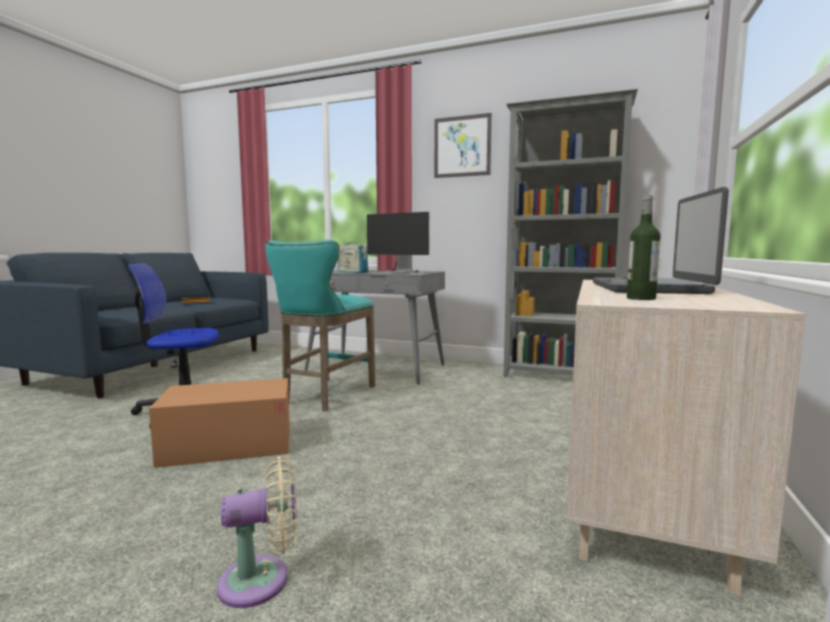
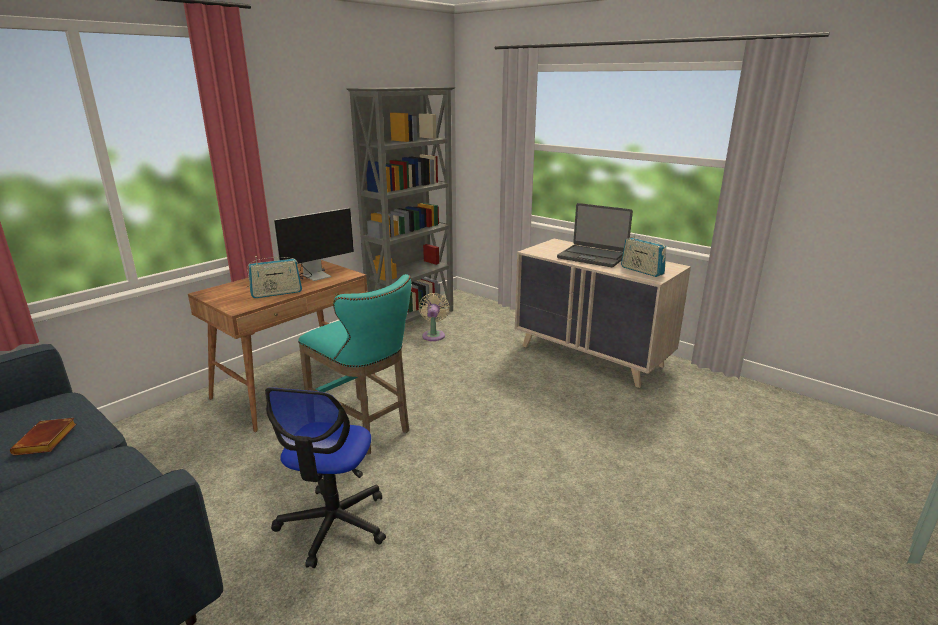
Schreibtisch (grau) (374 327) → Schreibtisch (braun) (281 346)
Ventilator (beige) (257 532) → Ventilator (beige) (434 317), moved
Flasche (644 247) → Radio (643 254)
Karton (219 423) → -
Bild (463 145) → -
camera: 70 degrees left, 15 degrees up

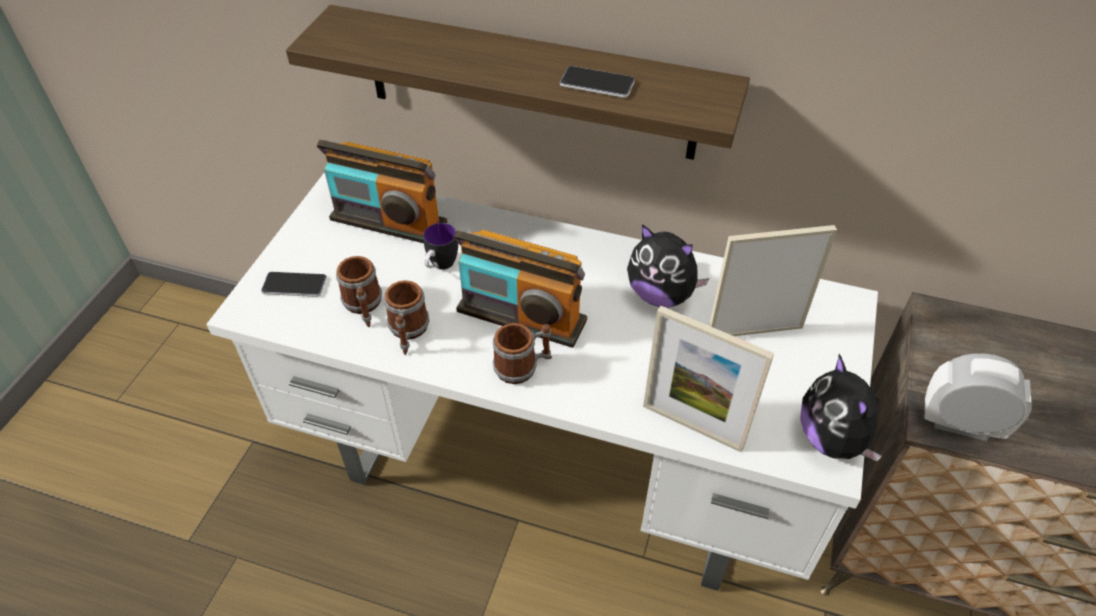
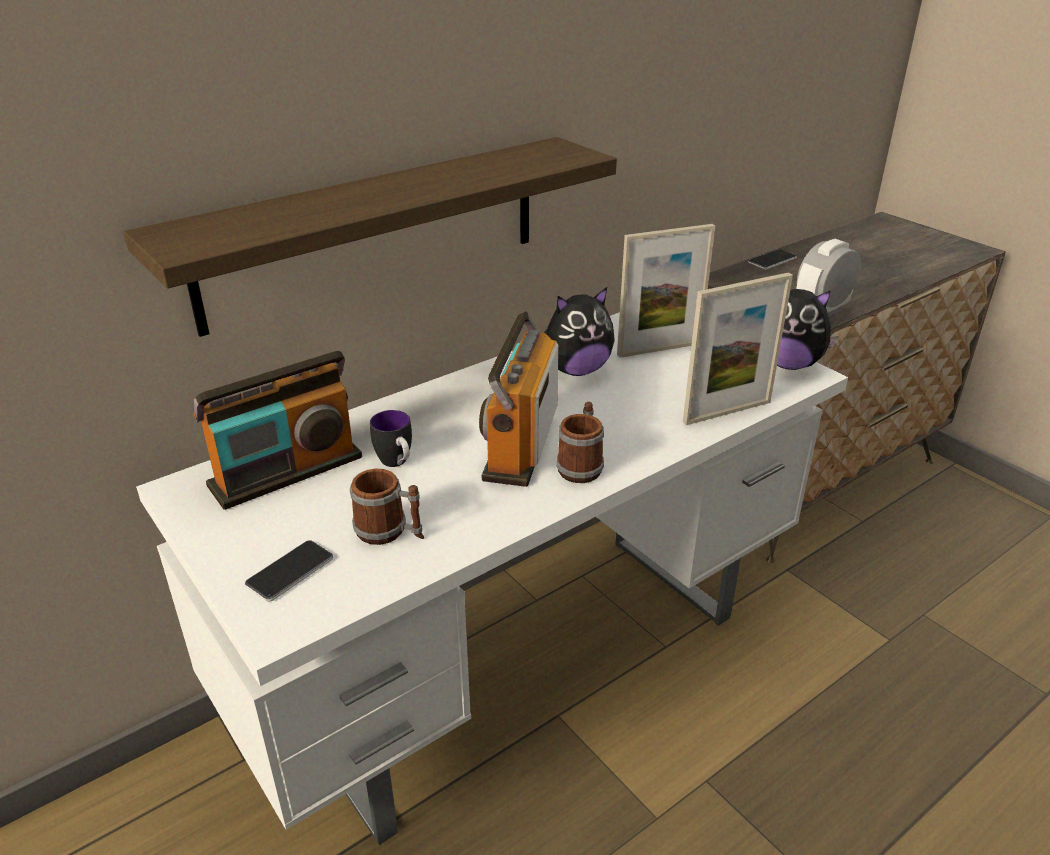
Radio (520 289) → Radio (519 399), 135 degrees clockwise
Bilderrahmen (773 280) → Bilderrahmen (666 291), 135 degrees counterclockwise
Handy (597 82) → Handy (772 259), moved
Henkelbecher (406 317) → -
camera: 55 degrees left, 15 degrees down

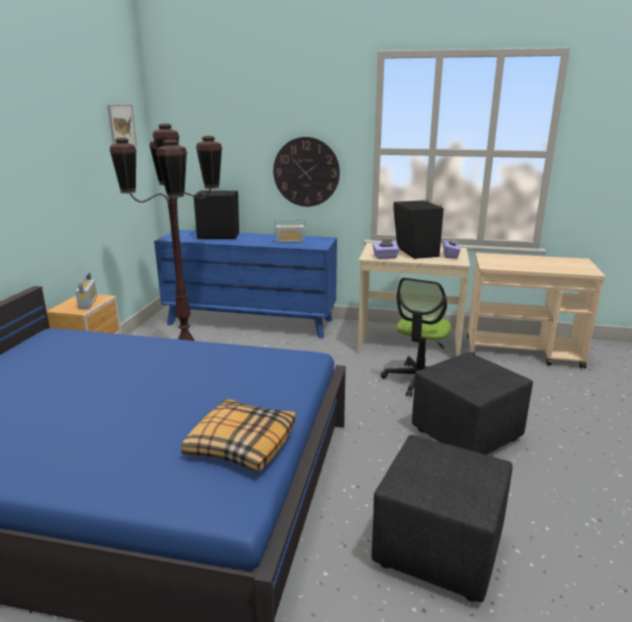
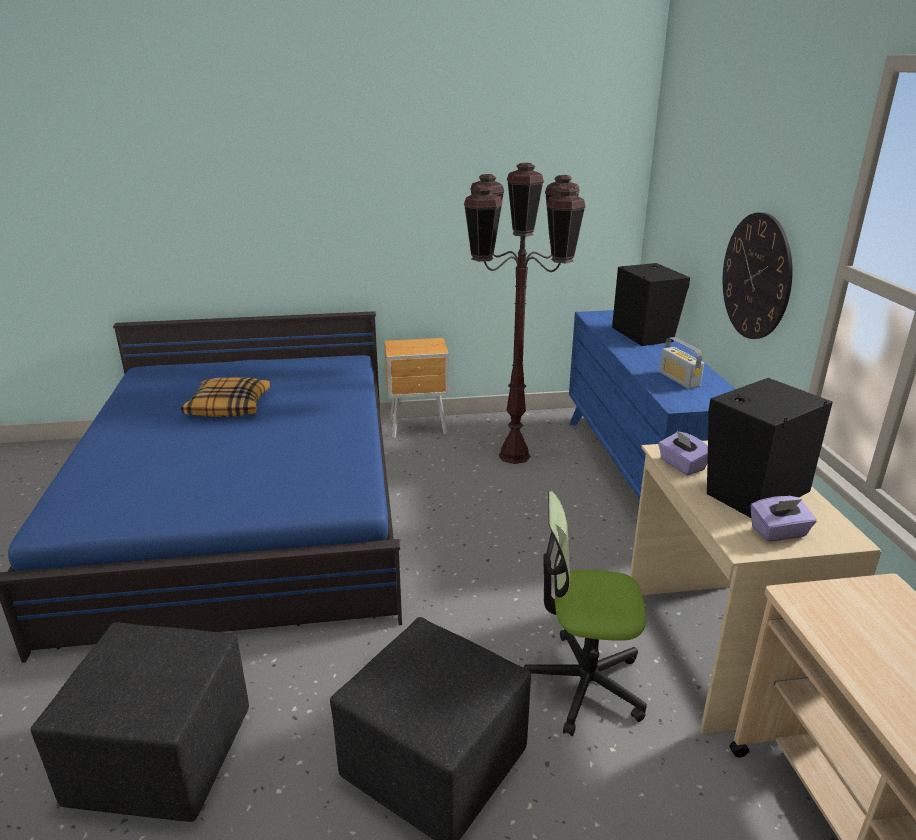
Kissen (238 435) → Kissen (226 397), moved
Radio (86 290) → -
Bild (122 126) → -
camera: 70 degrees right, 5 degrees up

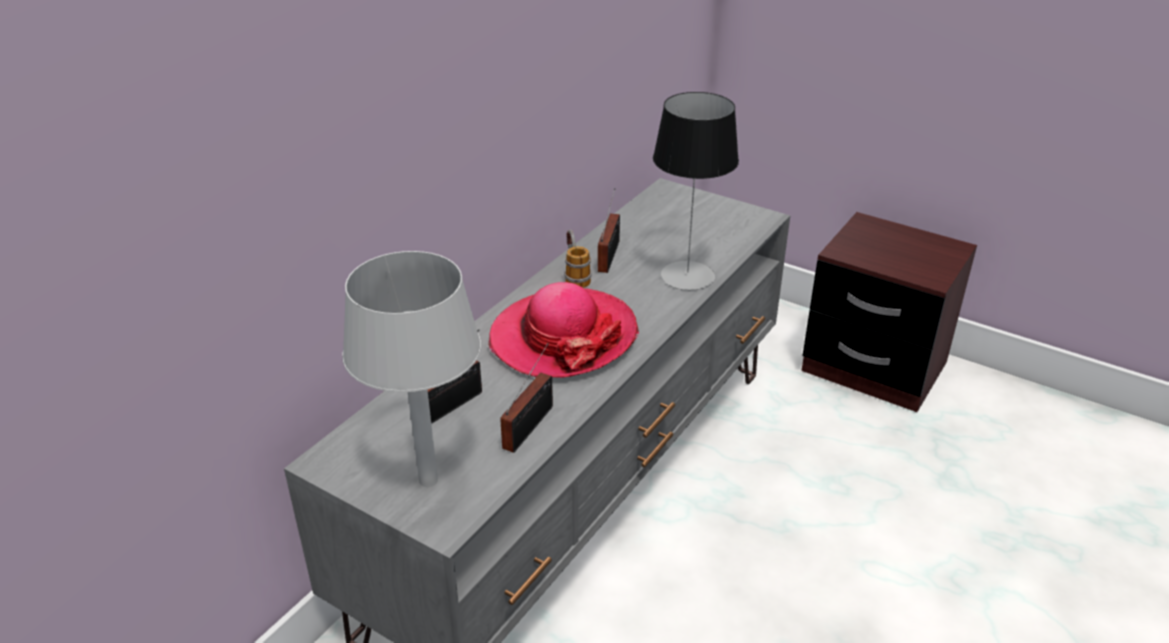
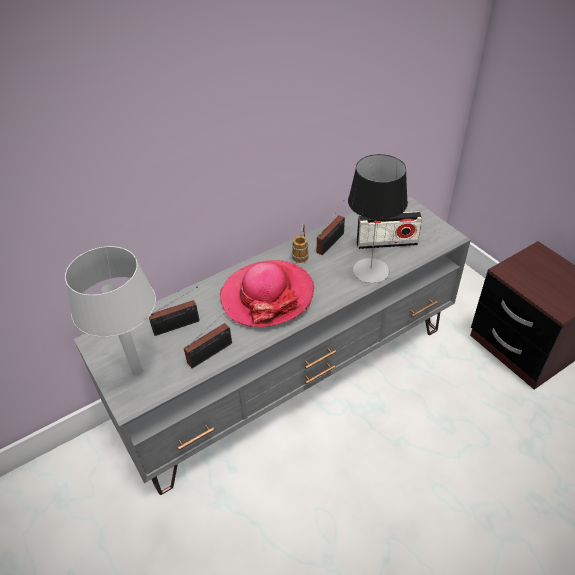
- → Radio (389 230)
camera: 25 degrees right, 10 degrees up

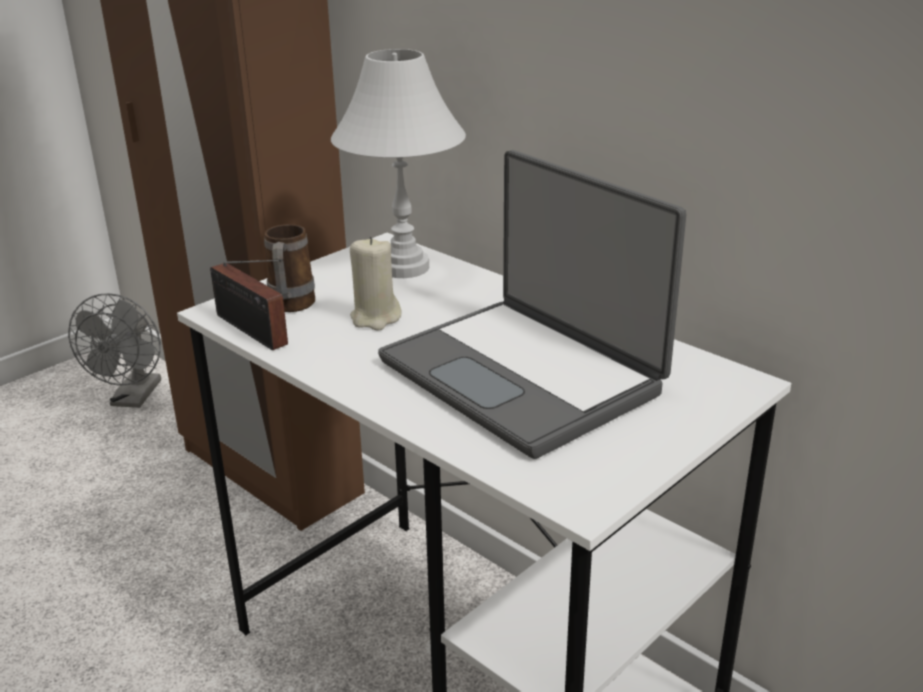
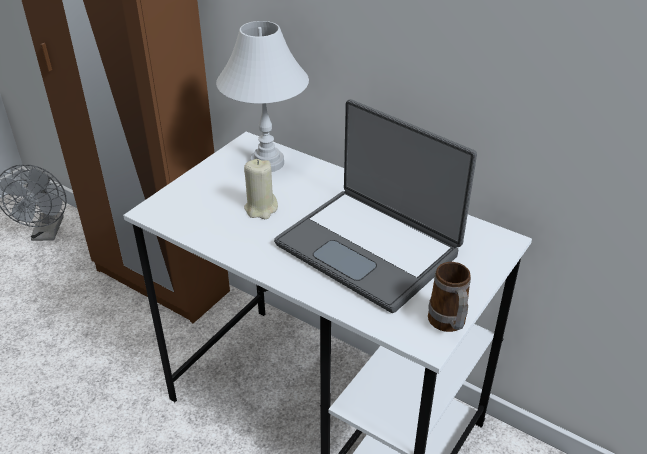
Henkelbecher (289 268) → Henkelbecher (449 297), moved
Radio (249 304) → -
camera: 10 degrees left, 10 degrees up

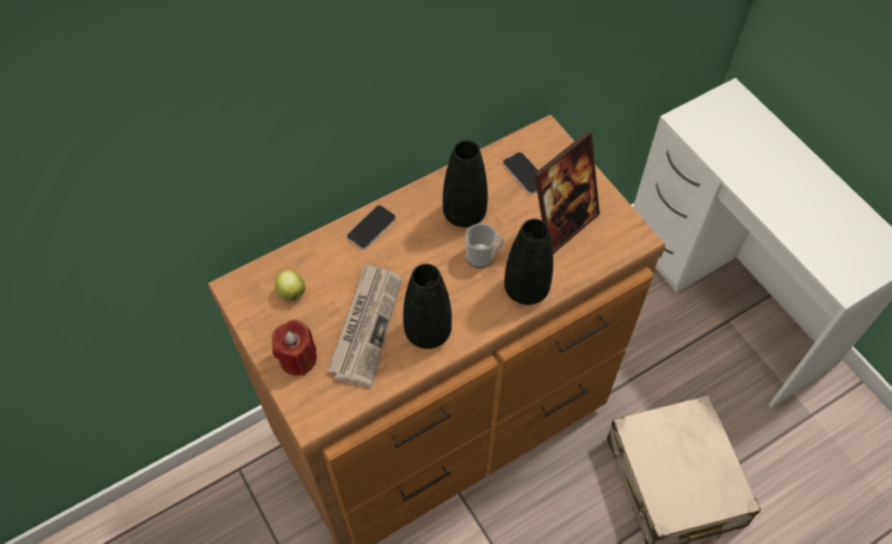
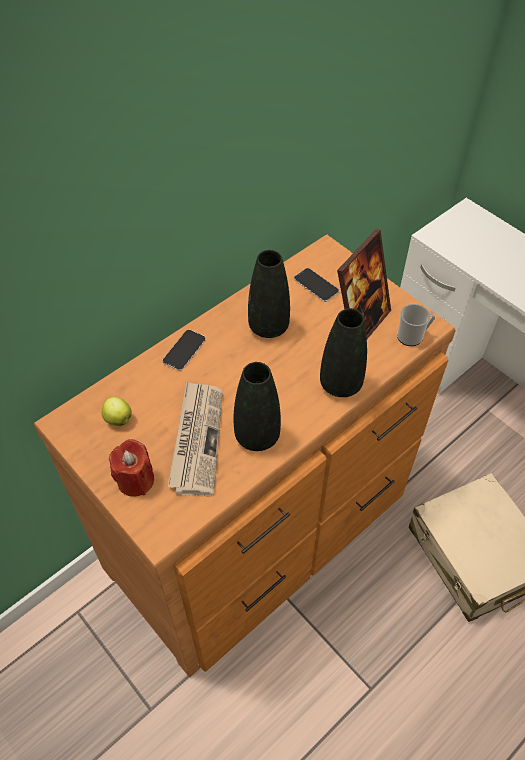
Henkelbecher (484 245) → Henkelbecher (416 325), moved
camera: 10 degrees left, 5 degrees down

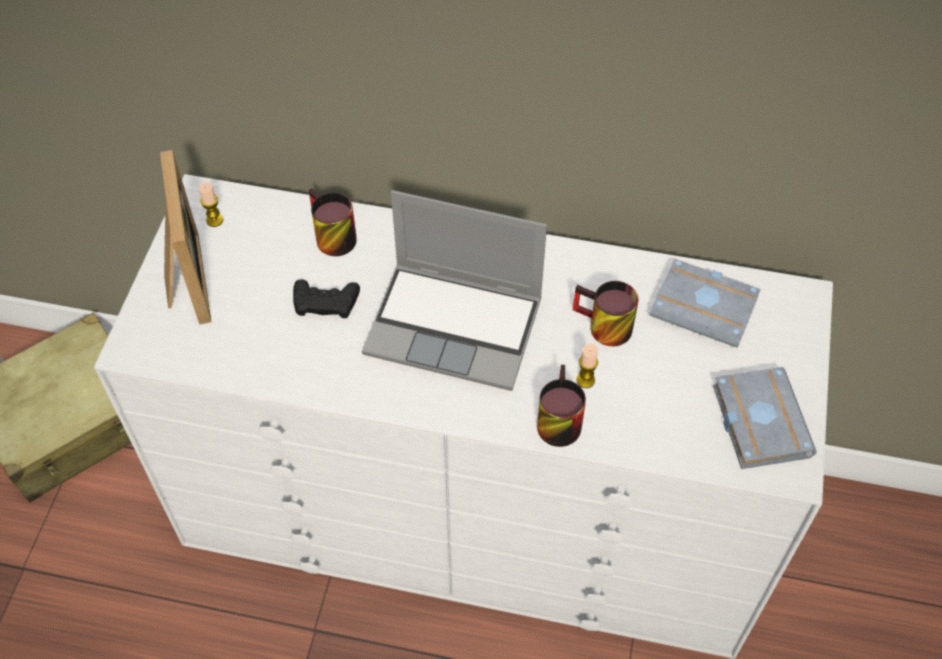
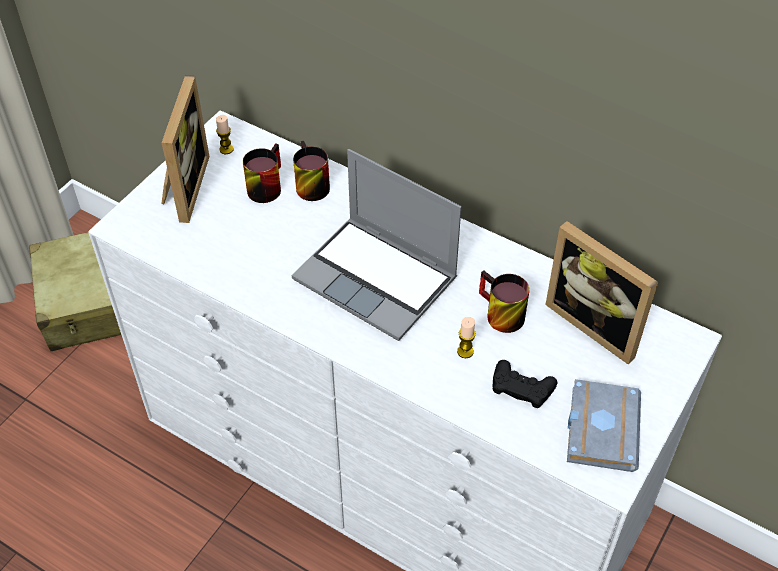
Henkelbecher (561 406) → Henkelbecher (262 173), moved
Gamepad (schwarz) (326 298) → Gamepad (schwarz) (525 384), moved
Buch (grau) (705 303) → Bilderrahmen (601 292)
camera: 20 degrees right, 5 degrees down

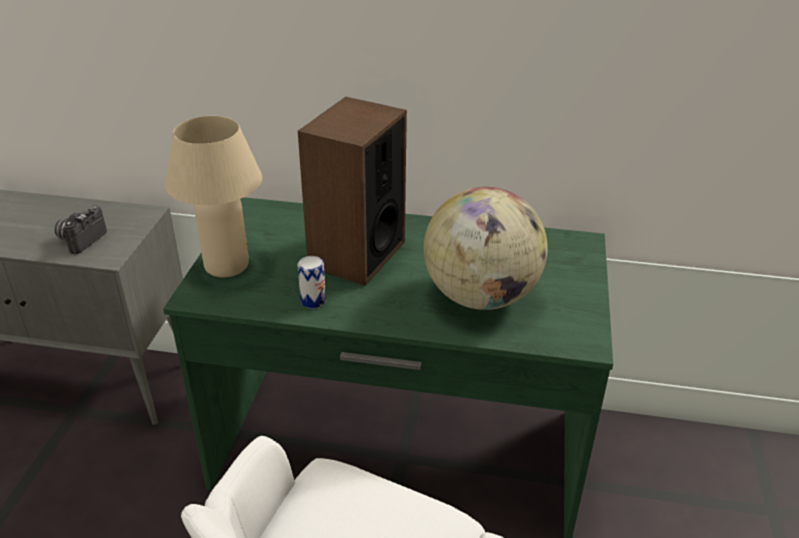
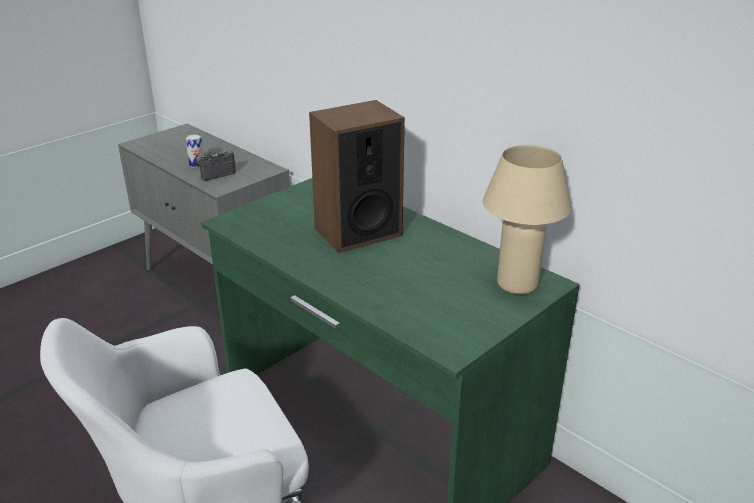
Dose (312 282) → Dose (194 150), moved
Tischlampe (beige) (213 196) → Tischlampe (beige) (526 219), moved
Globus (486 248) → -
camera: 35 degrees right, 5 degrees down

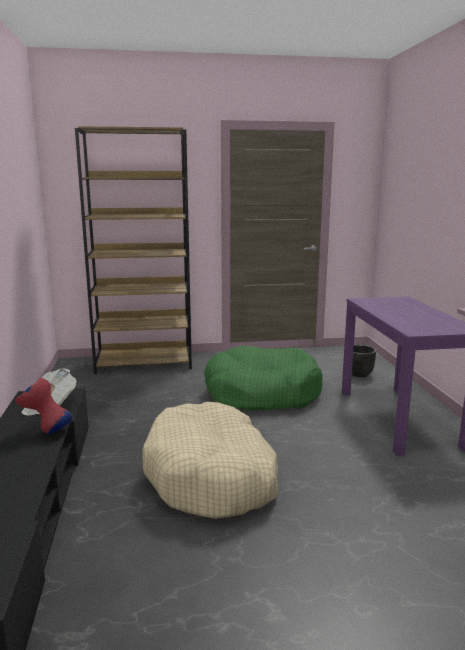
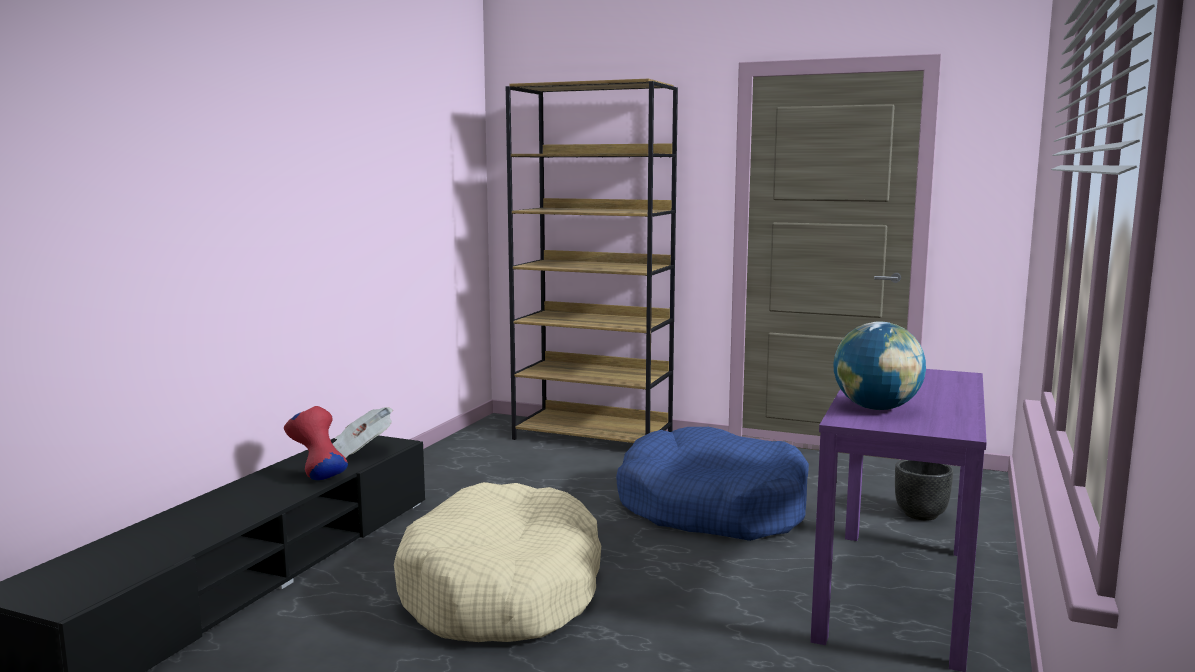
Hundebett (grün) (263 378) → Hundebett (blau) (712 484)
- → Globus (879 366)
camera: 30 degrees right, 5 degrees down

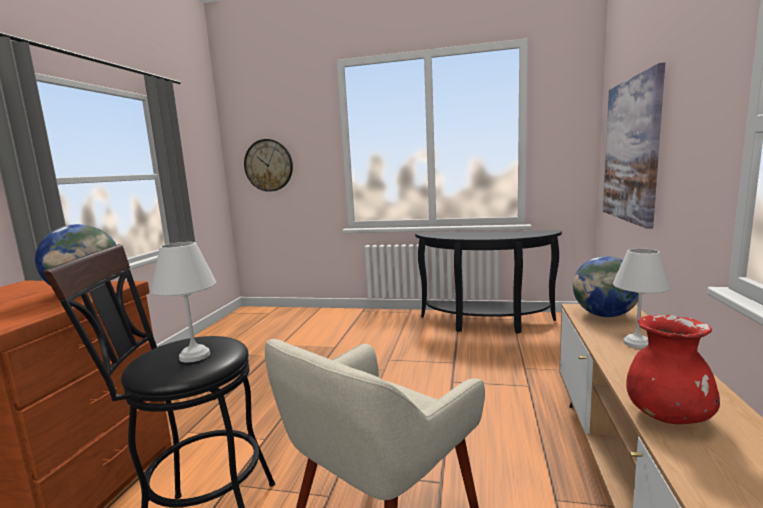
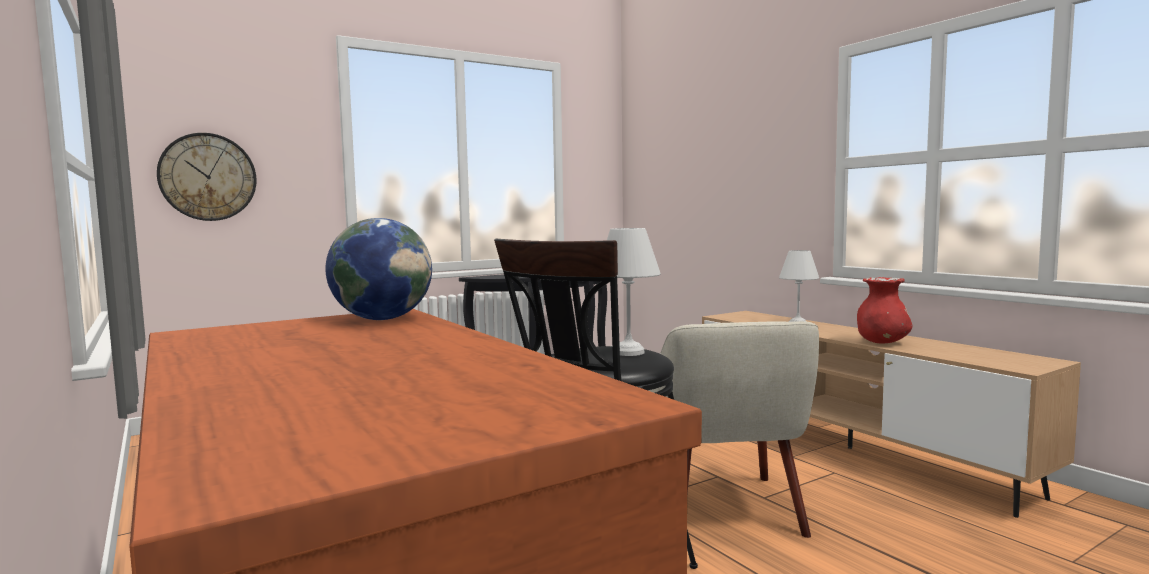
Globus (606 286) → -
Bild (634 145) → -
camera: 45 degrees left, 5 degrees down

